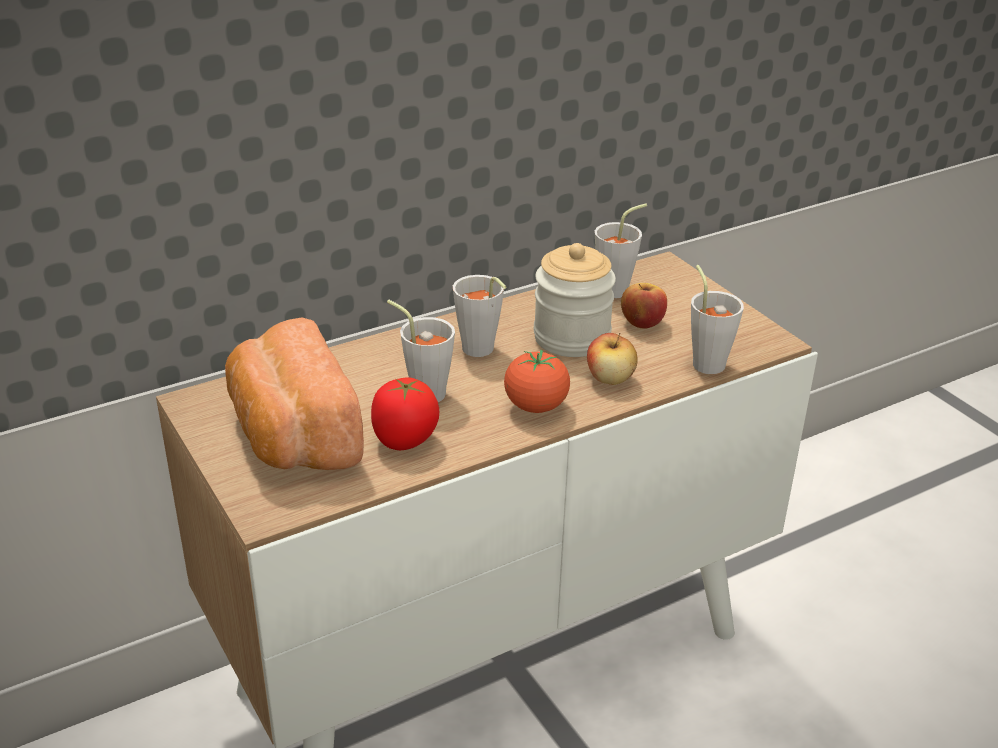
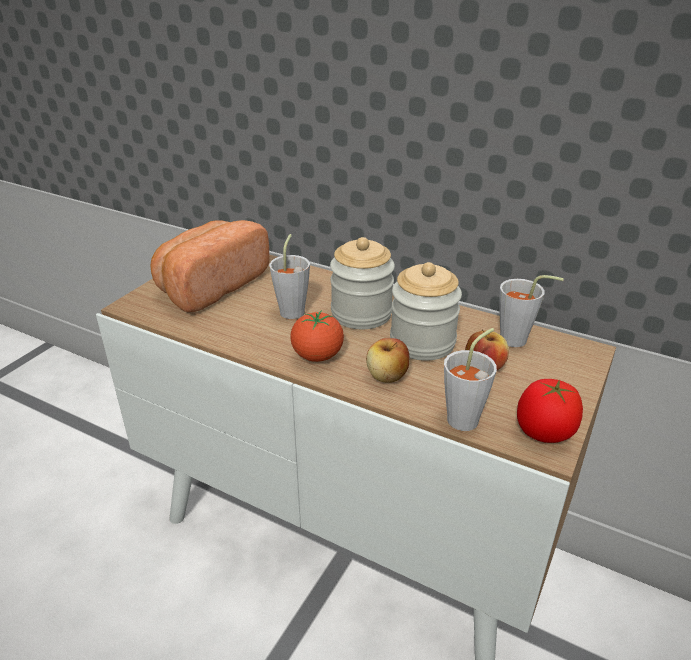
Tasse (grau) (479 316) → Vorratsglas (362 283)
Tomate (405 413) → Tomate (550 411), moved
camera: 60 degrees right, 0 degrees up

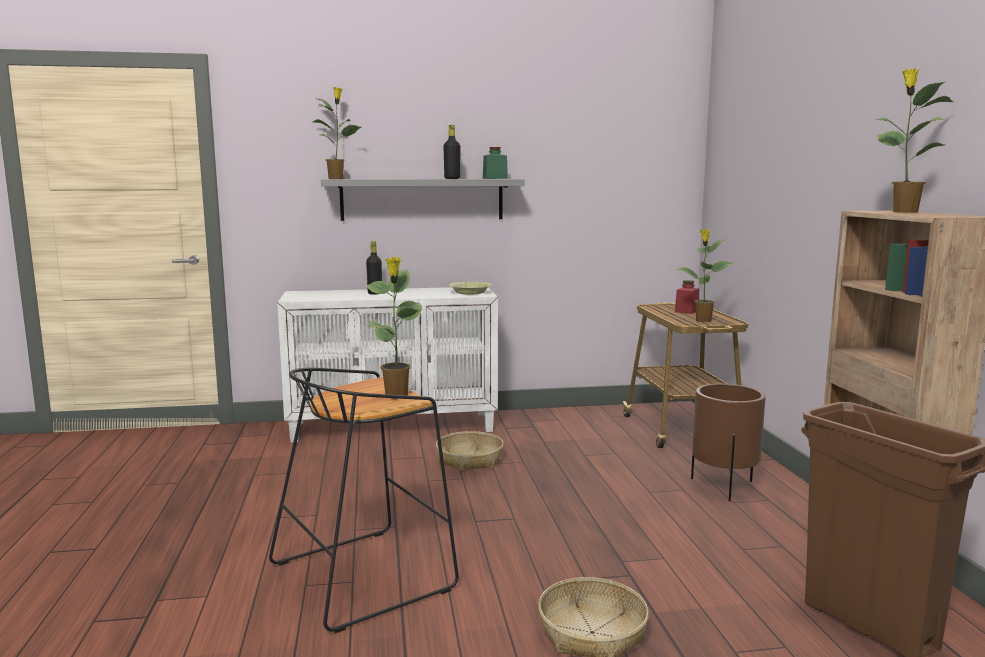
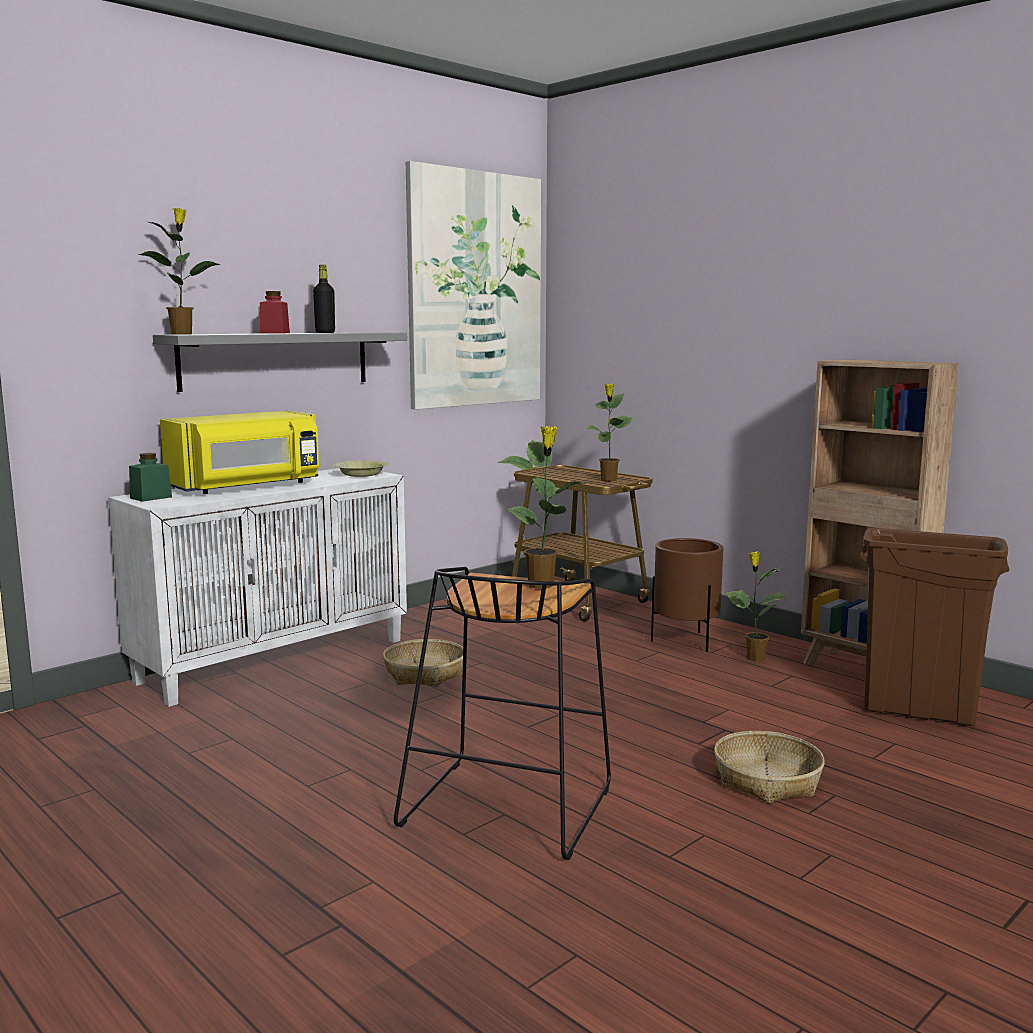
Vorratsglas (grün) (495 163) → Vorratsglas (grün) (150 477), moved
Flasche (schwarz) (374 268) → Mikrowelle (gelb) (239 452)
Vorratsglas (rot) (687 297) → Vorratsglas (rot) (275 312), moved
- → Bild (473 285)
Topfpflanze (914 140) → Topfpflanze (756 606), moved
camera: 35 degrees left, 0 degrees up

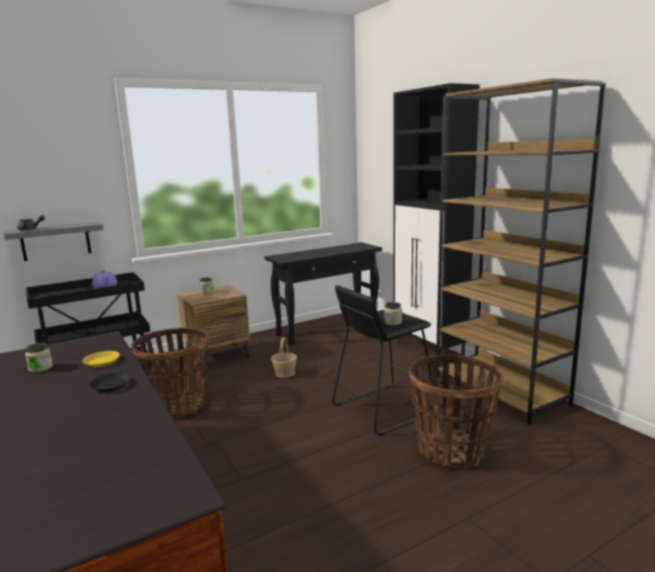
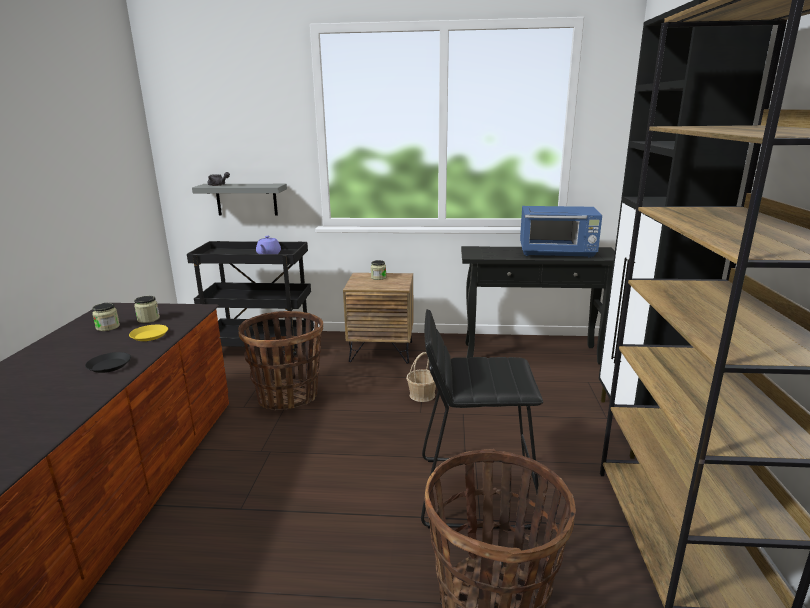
Vorratsglas (393 313) → Vorratsglas (147 309), moved
- → Mikrowelle (blau) (561 232)
camera: 35 degrees right, 5 degrees up

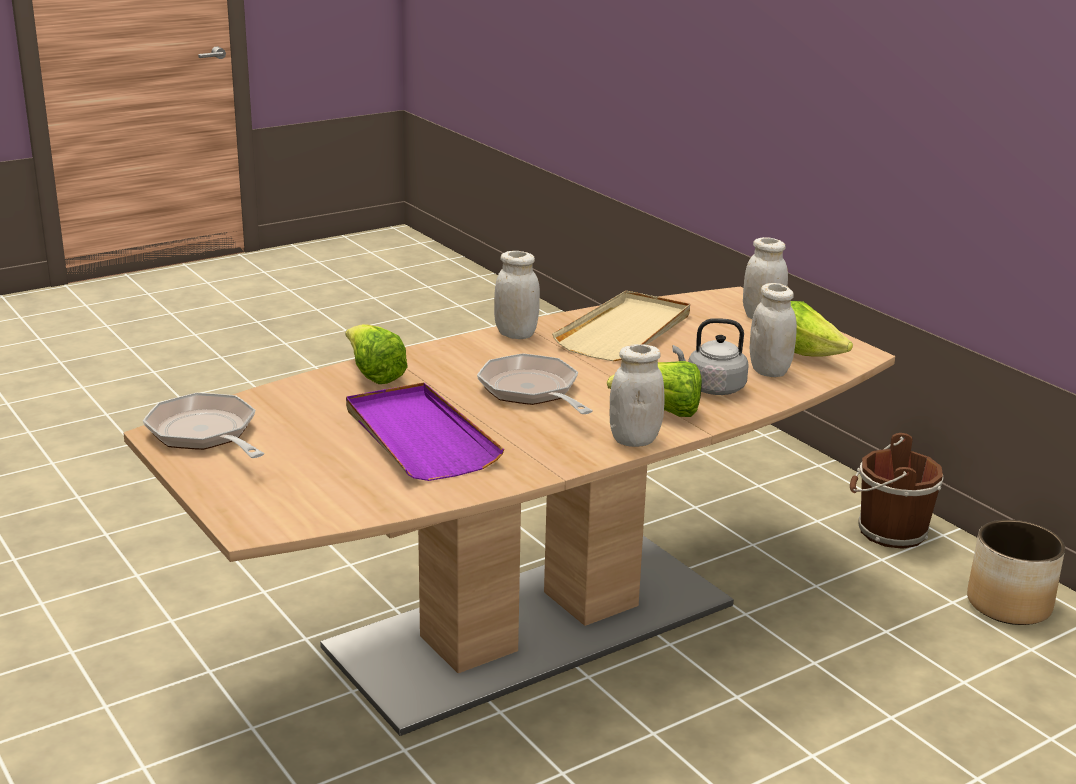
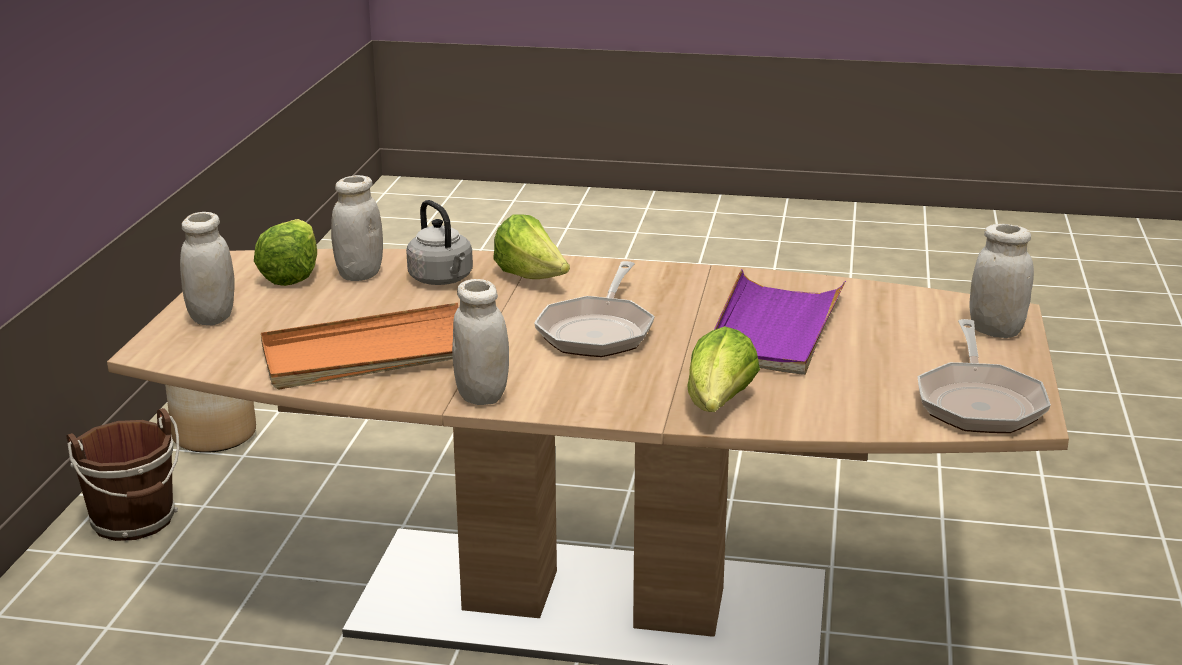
Tablett (beige) (621 326) → Tablett (orange) (359 346)
Vorratsglas (weiß) (637 395) → Vorratsglas (weiß) (1001 281), moved
camera: 135 degrees left, 0 degrees up

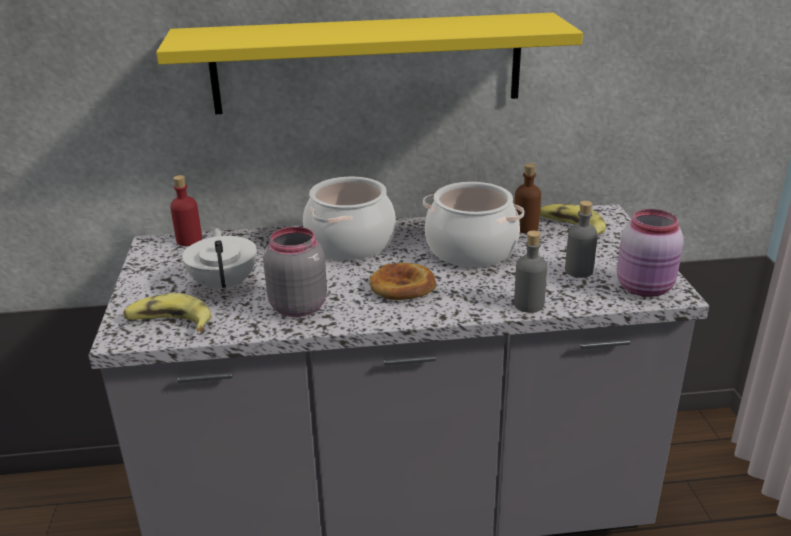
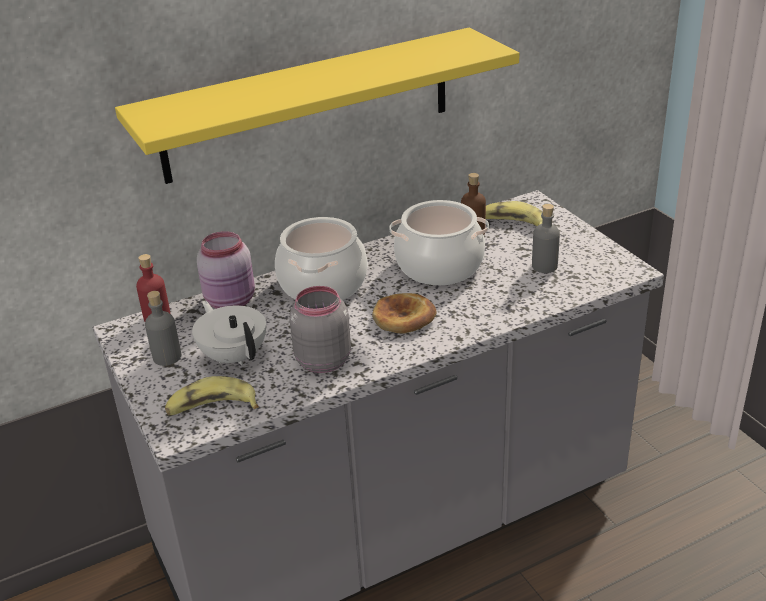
Flasche (grau) (530 271) → Flasche (grau) (163 328), moved
Vorratsglas (rosa) (650 253) → Vorratsglas (rosa) (226 270), moved
camera: 20 degrees left, 5 degrees up

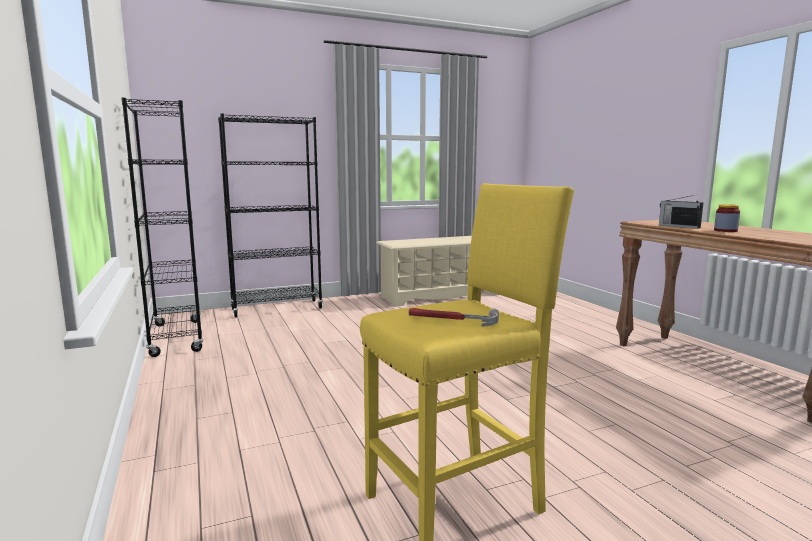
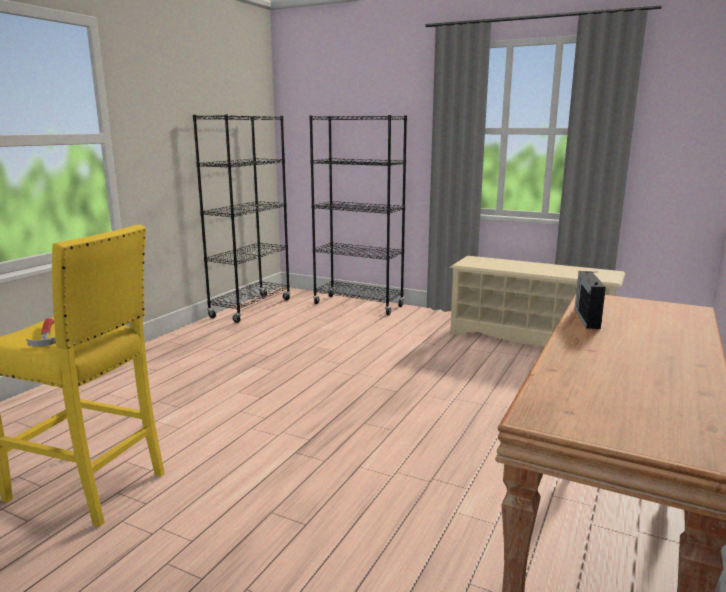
Vorratsglas (727 218) → -
camera: 50 degrees right, 5 degrees up

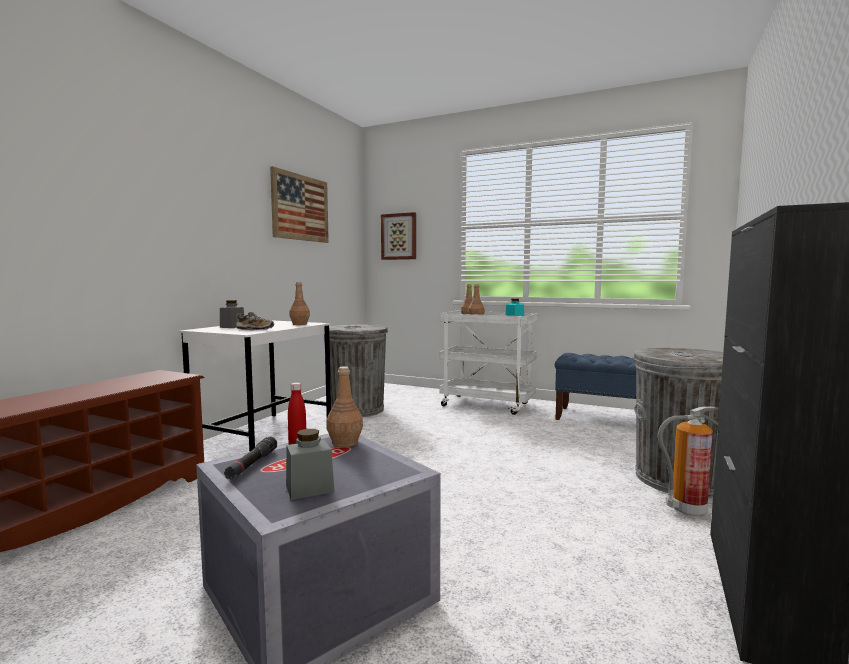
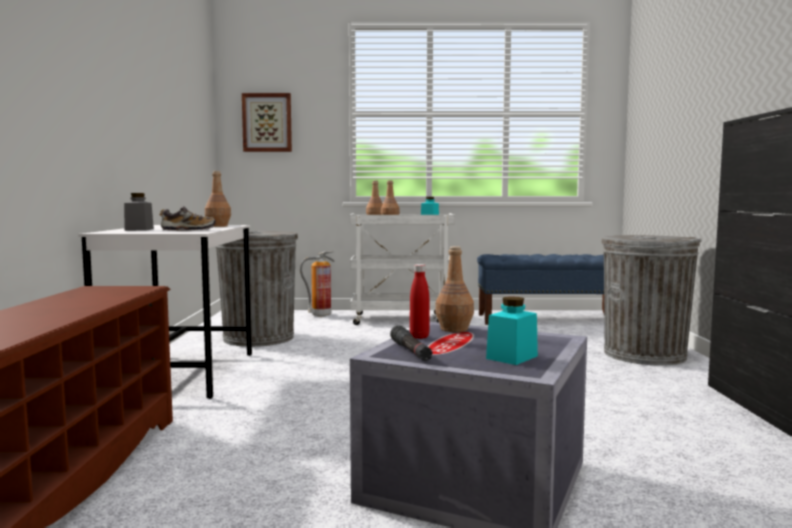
Feuerlöscher (688 461) → Feuerlöscher (316 284), moved
Vorratsglas (grau) (310 464) → Vorratsglas (türkis) (512 330)
Bild (299 204) → -
camera: 25 degrees left, 0 degrees up

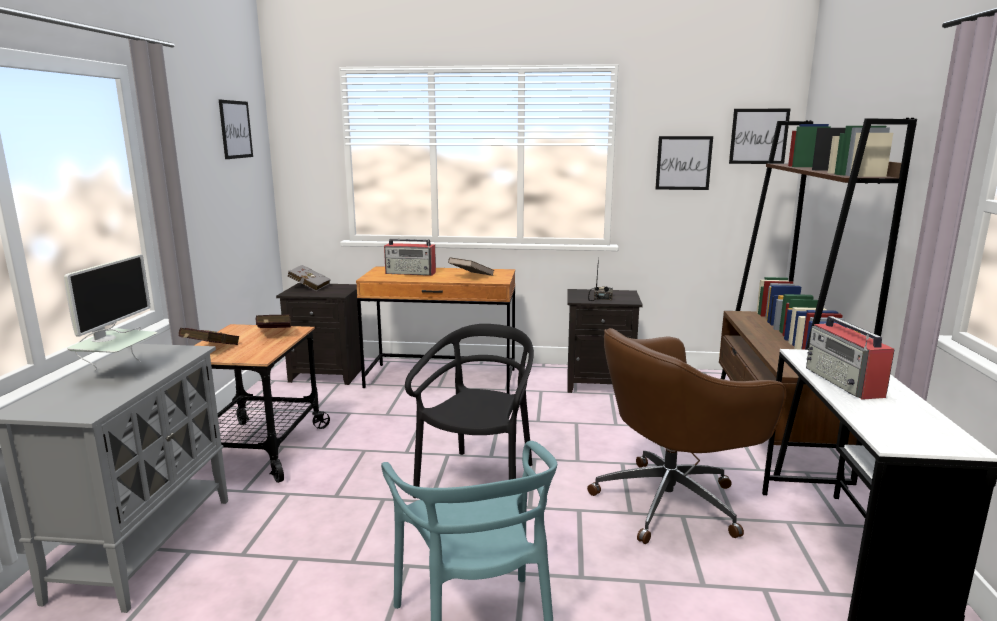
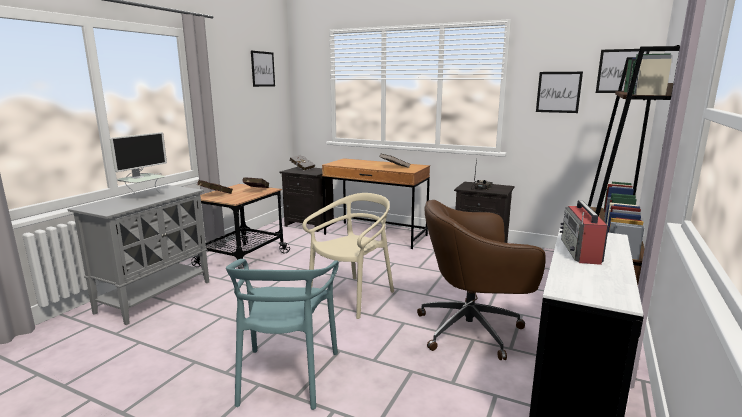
Stuhl (schwarz) (469 411) → Stuhl (beige) (348 256)
Radio (410 257) → -
camera: 20 degrees right, 0 degrees up

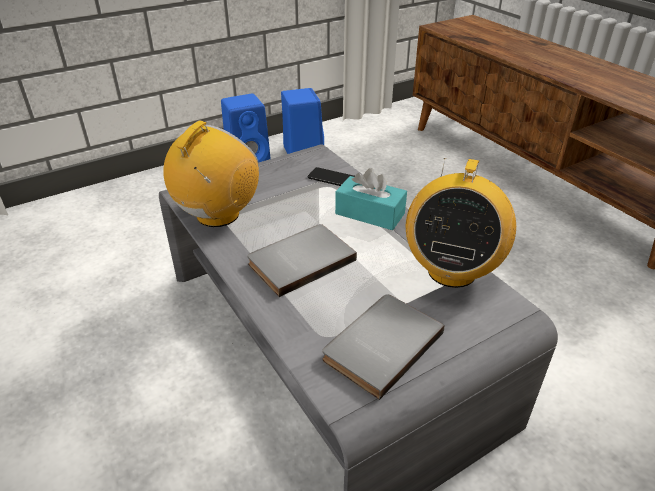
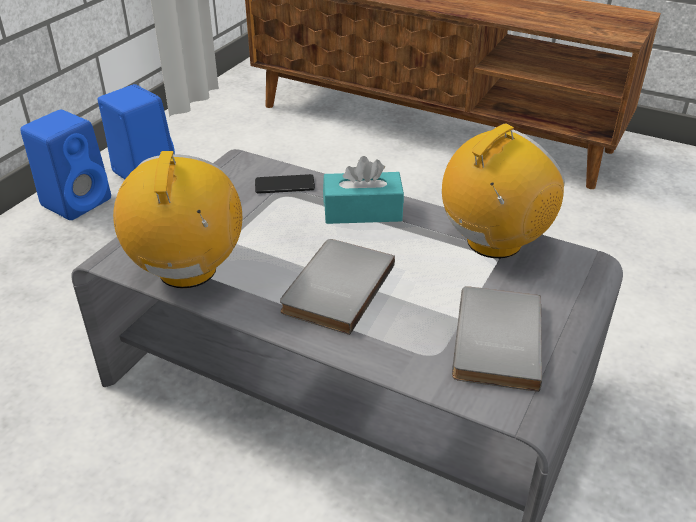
Radio (461 223) → Radio (503 190), 120 degrees counterclockwise
camera: 30 degrees left, 0 degrees up

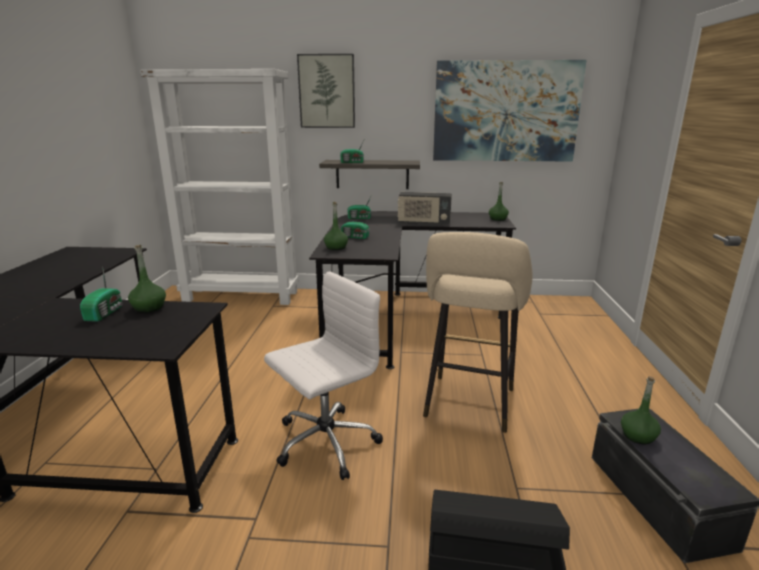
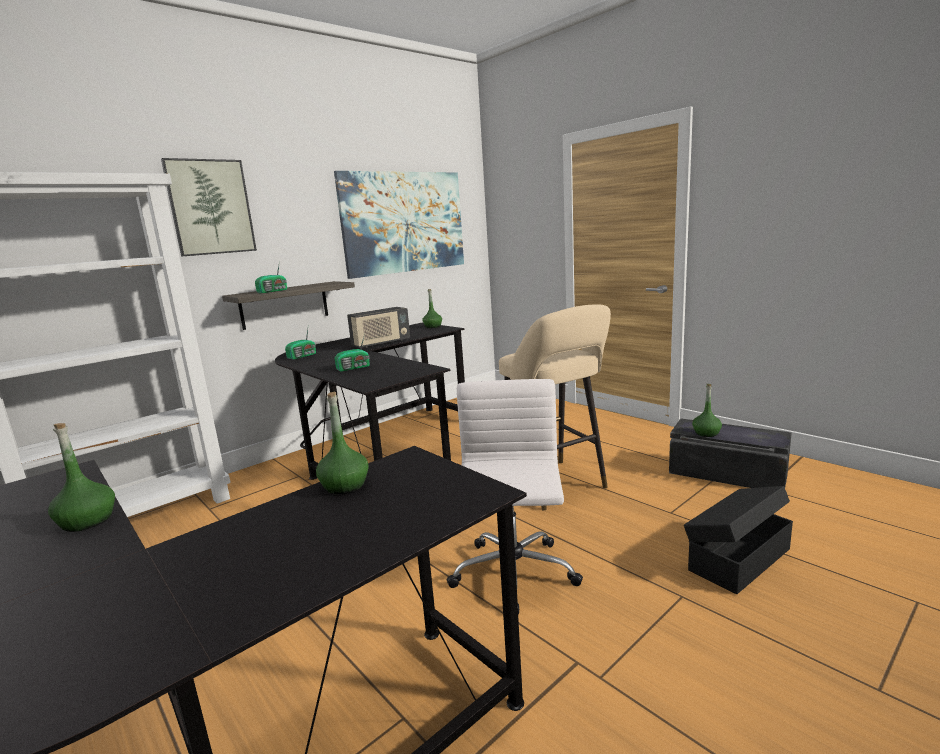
Flasche (grün) (336 226) → Flasche (grün) (81 477), moved
Radio (101 296) → -
camera: 45 degrees left, 5 degrees down

